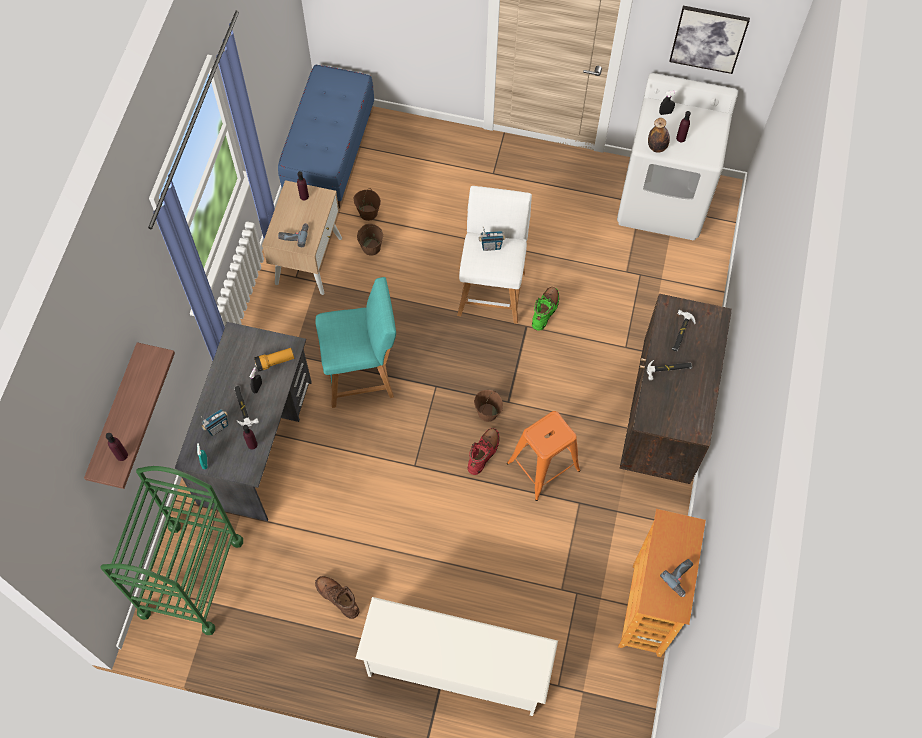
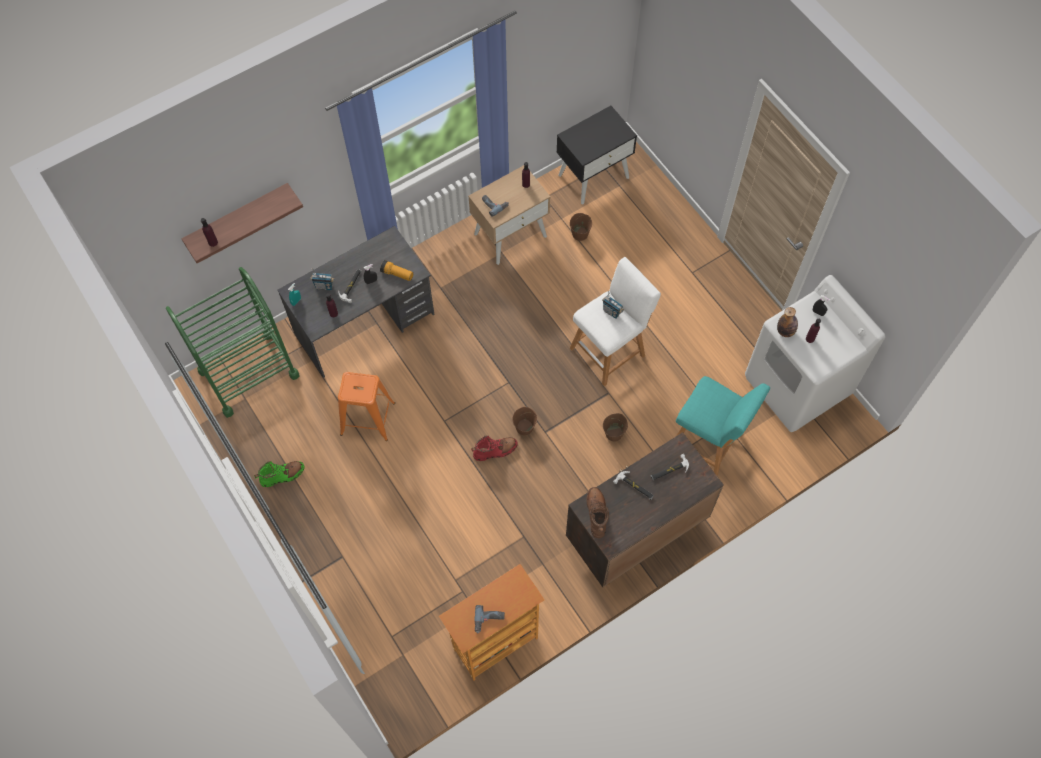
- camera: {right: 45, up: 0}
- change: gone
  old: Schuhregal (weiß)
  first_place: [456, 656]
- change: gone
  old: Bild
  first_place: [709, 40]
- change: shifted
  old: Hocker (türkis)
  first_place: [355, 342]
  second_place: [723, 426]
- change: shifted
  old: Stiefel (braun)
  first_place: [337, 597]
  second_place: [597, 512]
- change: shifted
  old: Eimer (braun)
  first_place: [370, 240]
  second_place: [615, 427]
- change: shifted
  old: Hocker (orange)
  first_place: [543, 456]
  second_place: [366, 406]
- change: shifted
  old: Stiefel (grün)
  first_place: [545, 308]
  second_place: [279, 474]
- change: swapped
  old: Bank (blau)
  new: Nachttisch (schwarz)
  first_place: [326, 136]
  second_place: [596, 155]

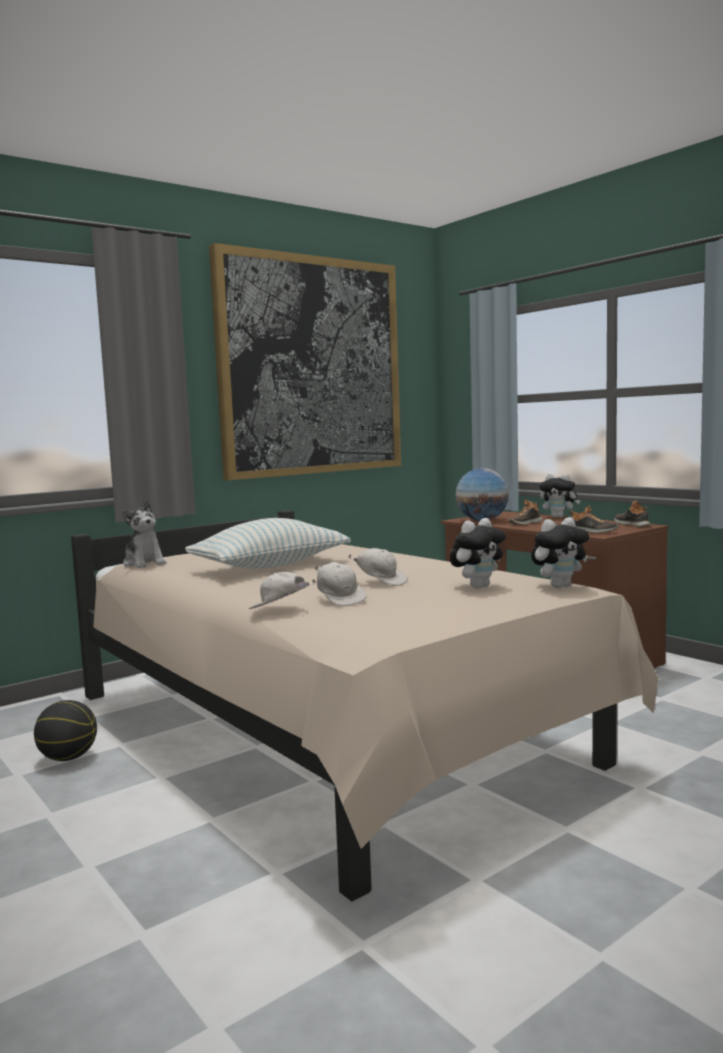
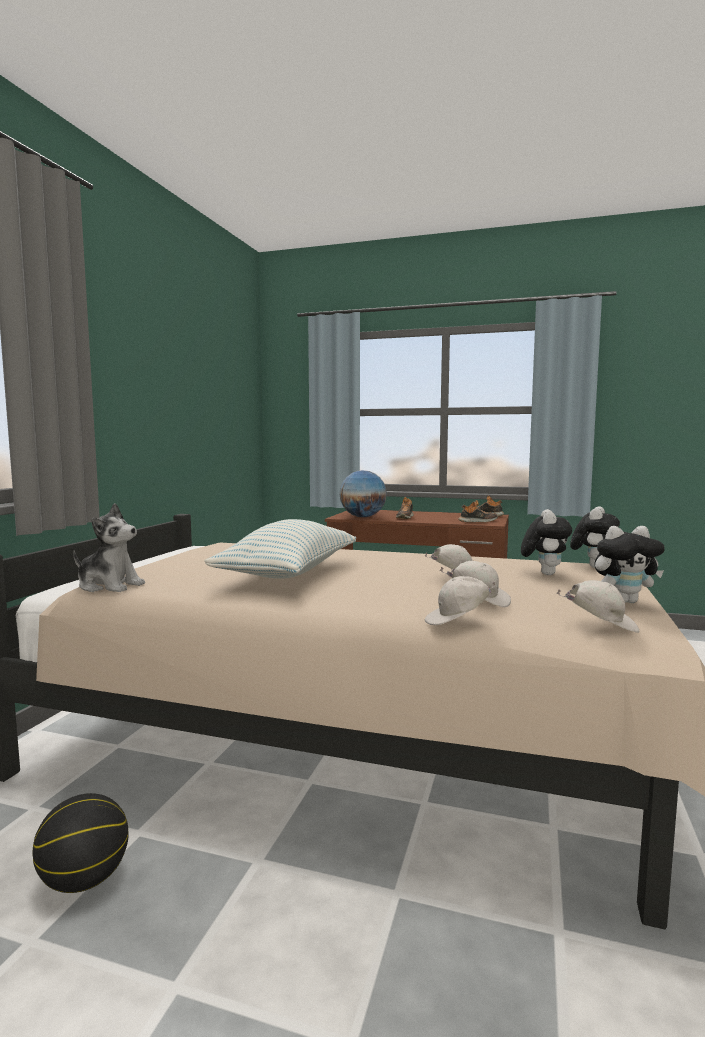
- camera: {right: -35, up: 0}
- change: gone
  old: Bild
  first_place: [305, 361]
- change: new
  new: Kappe (weiß)
  second_place: [598, 606]
- change: shifted
  old: Plüschtier
  first_place: [559, 496]
  second_place: [629, 564]

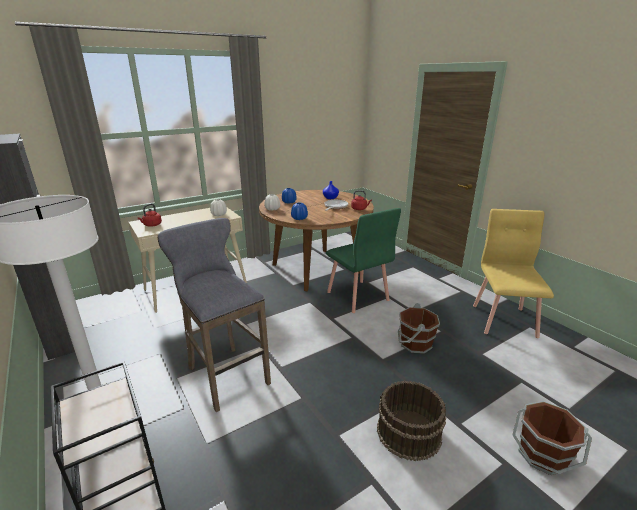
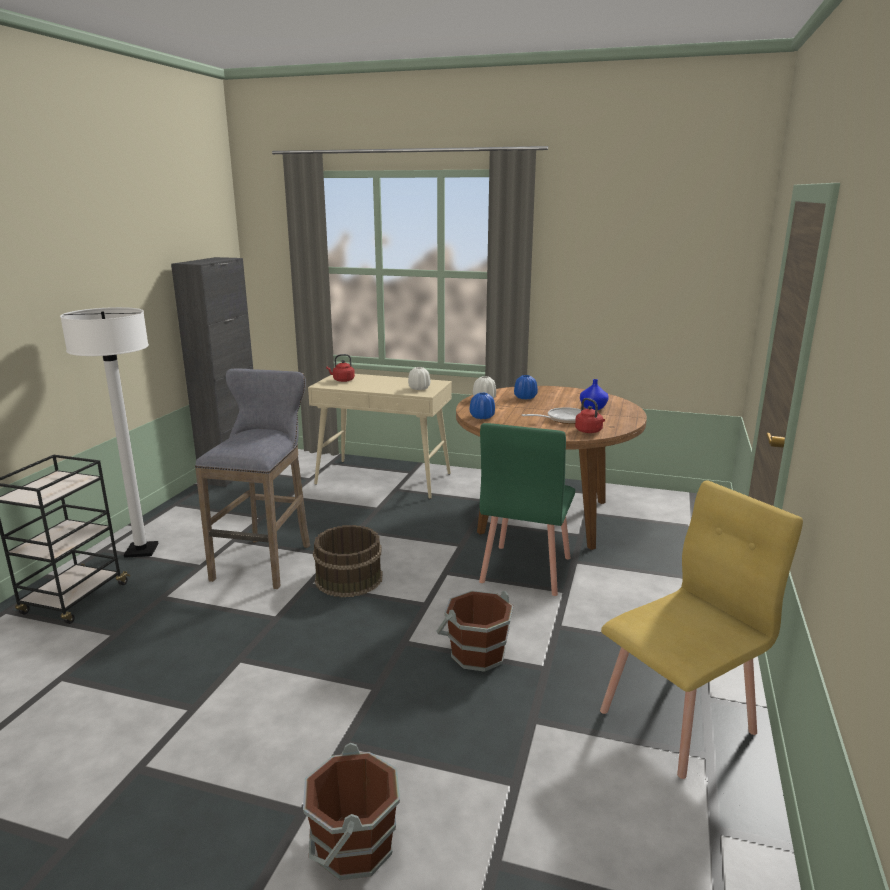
- camera: {right: 50, up: -5}
- change: shifted
  old: Eimer (braun)
  first_place: [411, 421]
  second_place: [347, 561]

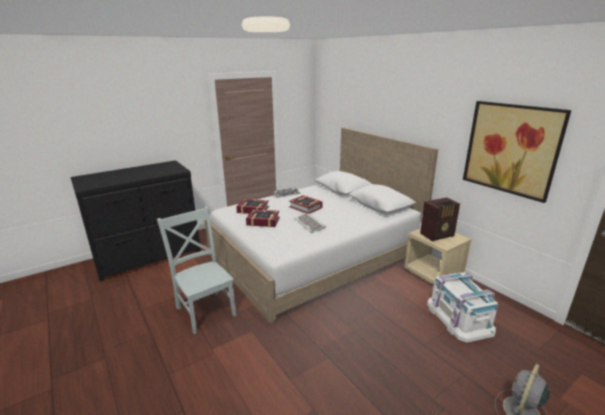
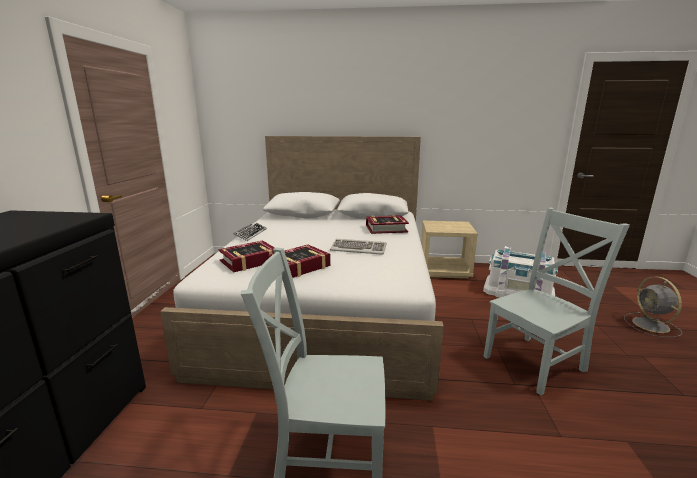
- camera: {right: -50, up: -5}
- change: gone
  old: Radio
  first_place: [440, 219]
- change: gone
  old: Bild
  first_place: [517, 152]
- change: new
  new: Stuhl (grau)
  second_place: [556, 301]
- change: shifted
  old: Buch
  first_place: [306, 204]
  second_place: [387, 224]

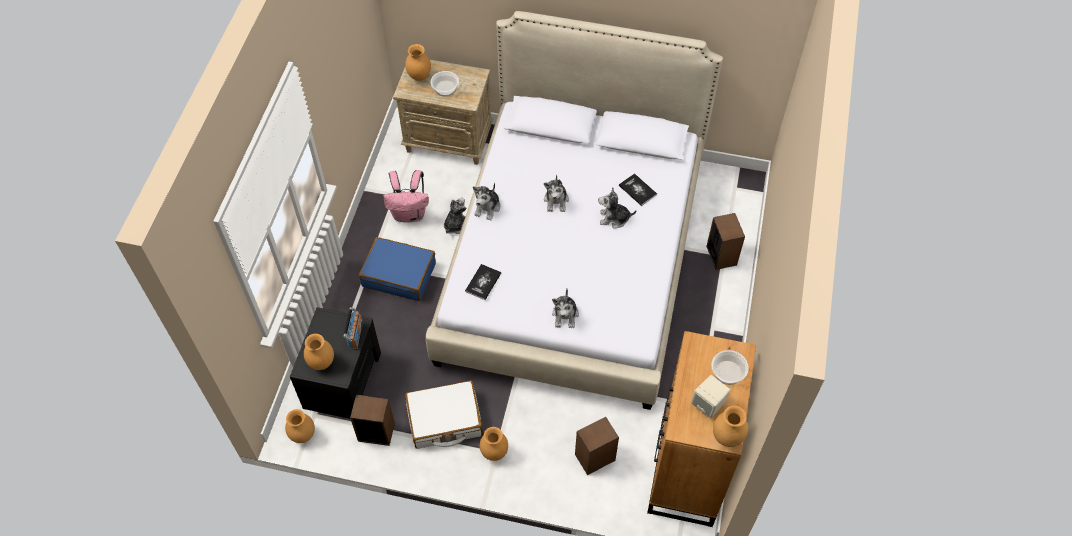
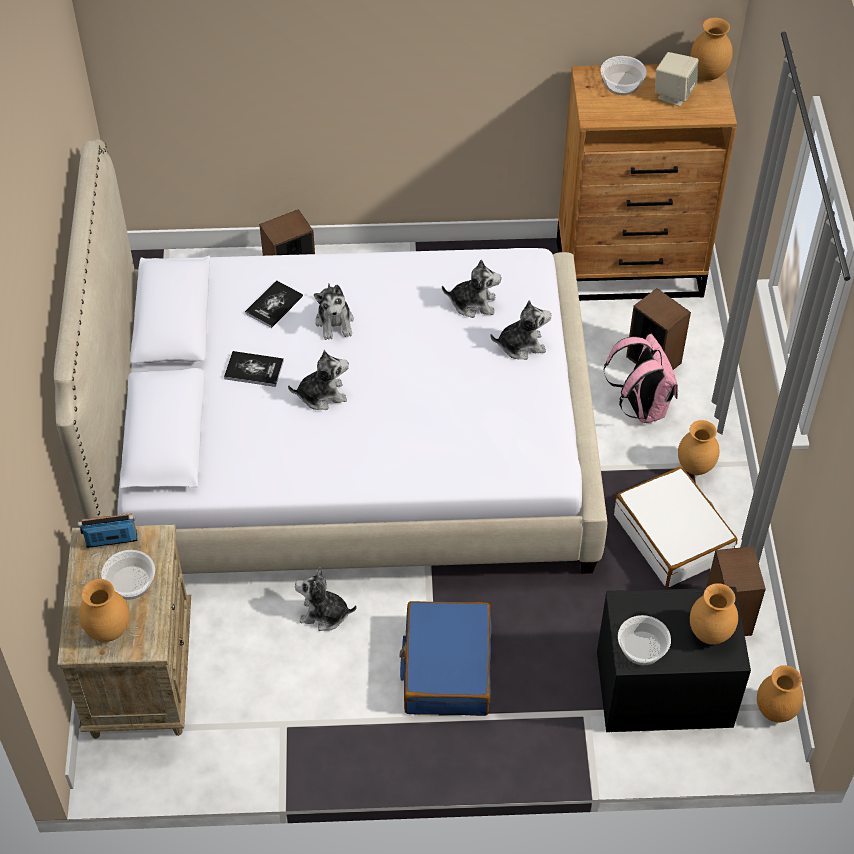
- camera: {right: -105, up: -5}
- change: new
  new: Schüssel
  second_place: [644, 640]
- change: shifted
  old: Radio
  first_place: [353, 328]
  second_place: [107, 530]
- change: shifted
  old: Rucksack (rosa)
  first_place: [406, 196]
  second_place: [641, 378]
- change: shifted
  old: Buch
  first_place: [483, 282]
  second_place: [254, 369]
- change: shifted
  old: Plüschtier
  first_place: [487, 202]
  second_place: [471, 289]

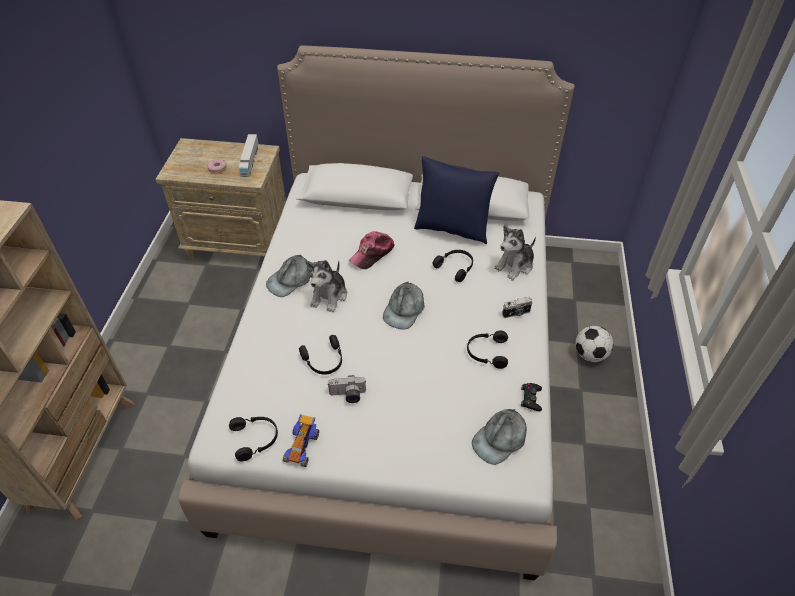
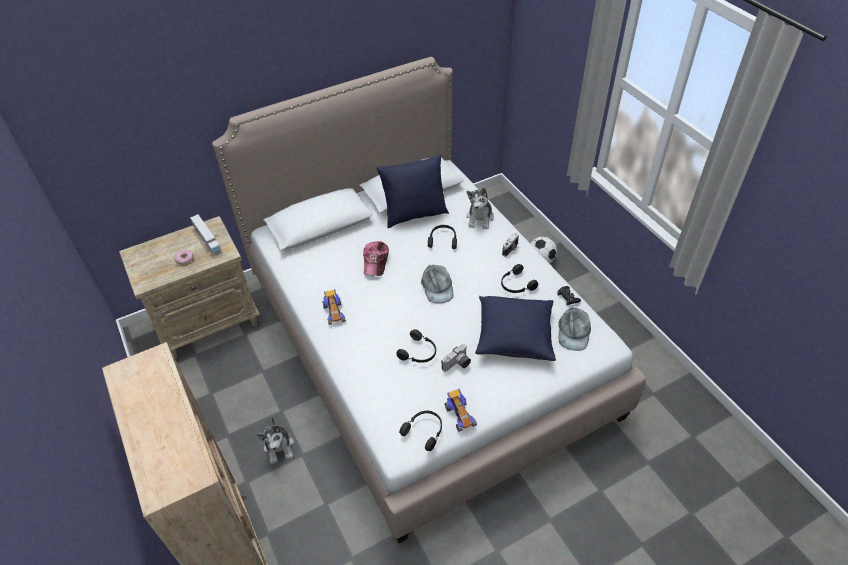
- camera: {right: -35, up: 0}
- change: new
  new: Kissen (blau)
  second_place: [515, 328]
- change: shifted
  old: Plüschtier
  first_place: [326, 286]
  second_place: [275, 440]
- change: swapped
  old: Kappe (grau)
  new: Spielzeugauto
  first_place: [288, 276]
  second_place: [334, 307]

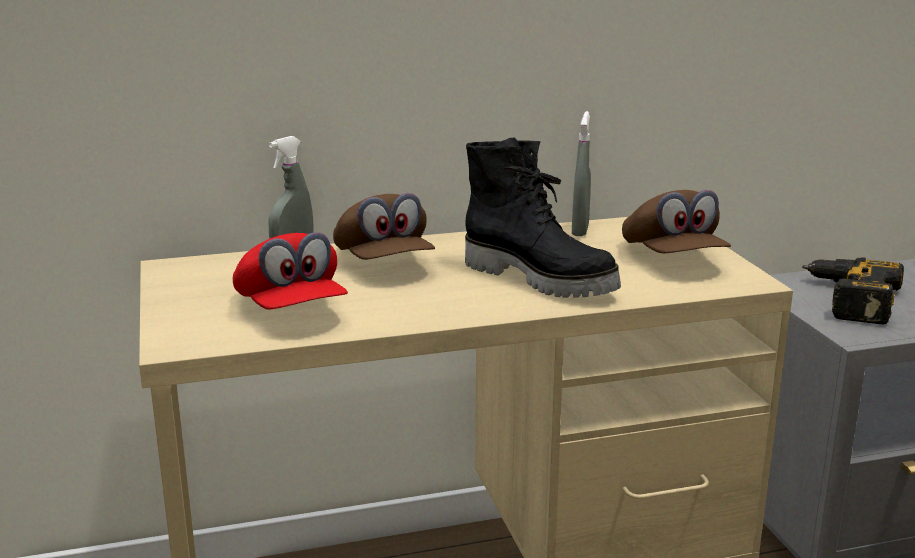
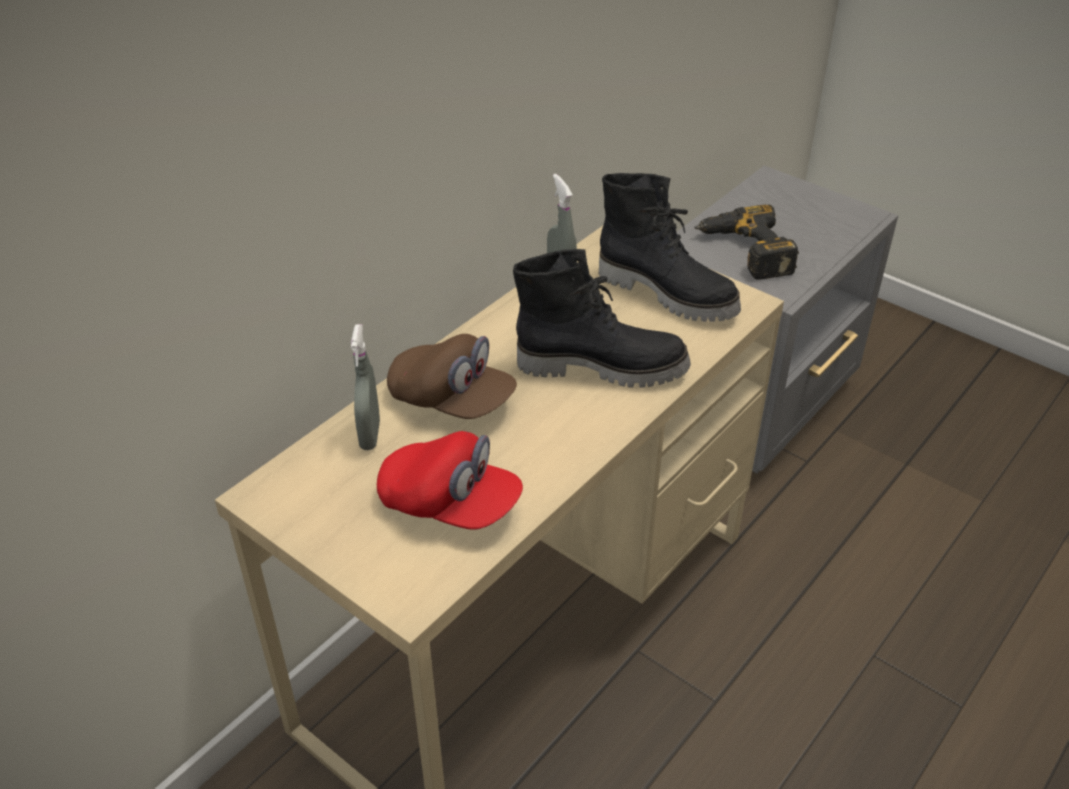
- camera: {right: -35, up: 20}
- change: swapped
  old: Kappe (braun)
  new: Stiefel (schwarz)
  first_place: [676, 221]
  second_place: [670, 247]

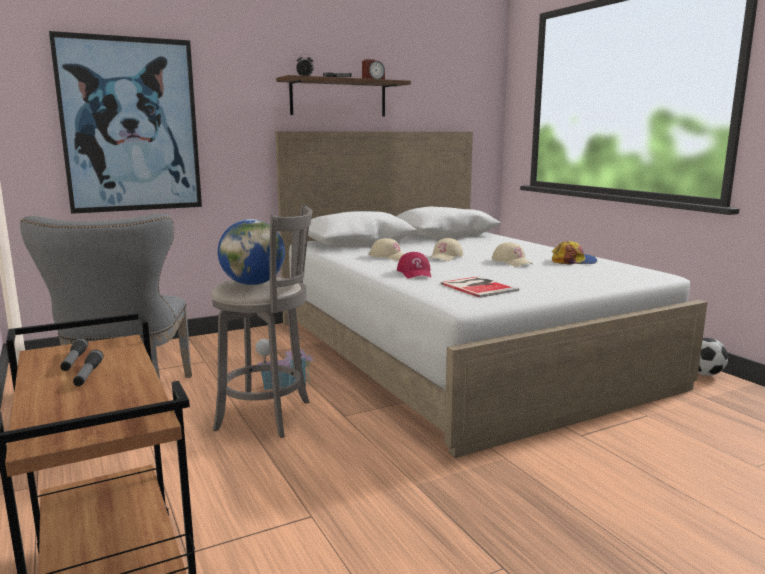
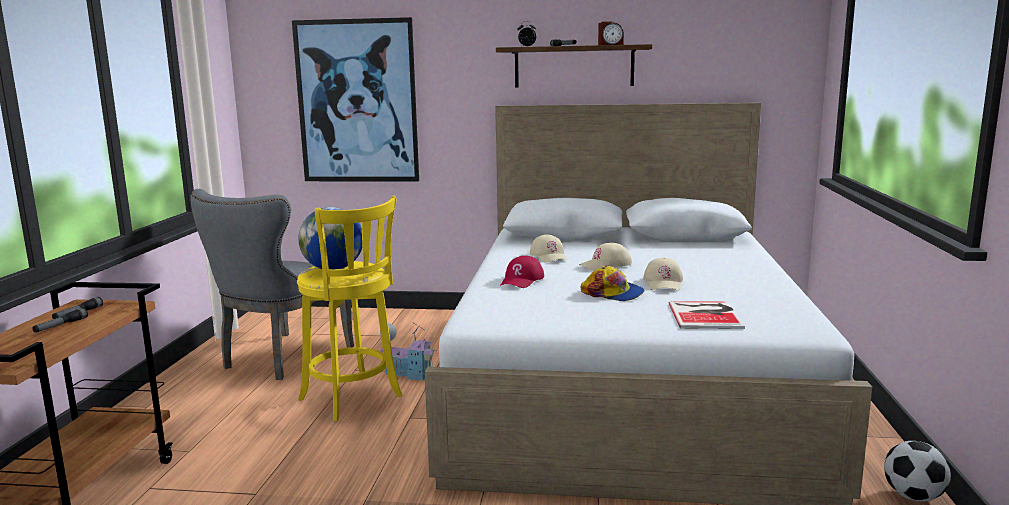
- camera: {right: 35, up: 0}
- change: shifted
  old: Buch
  first_place: [479, 287]
  second_place: [706, 315]
- change: shifted
  old: Kappe
  first_place: [574, 253]
  second_place: [612, 283]
- change: repainted
  old: Hocker (grau)
  new: Hocker (gelb)
  first_place: [261, 321]
  second_place: [349, 309]

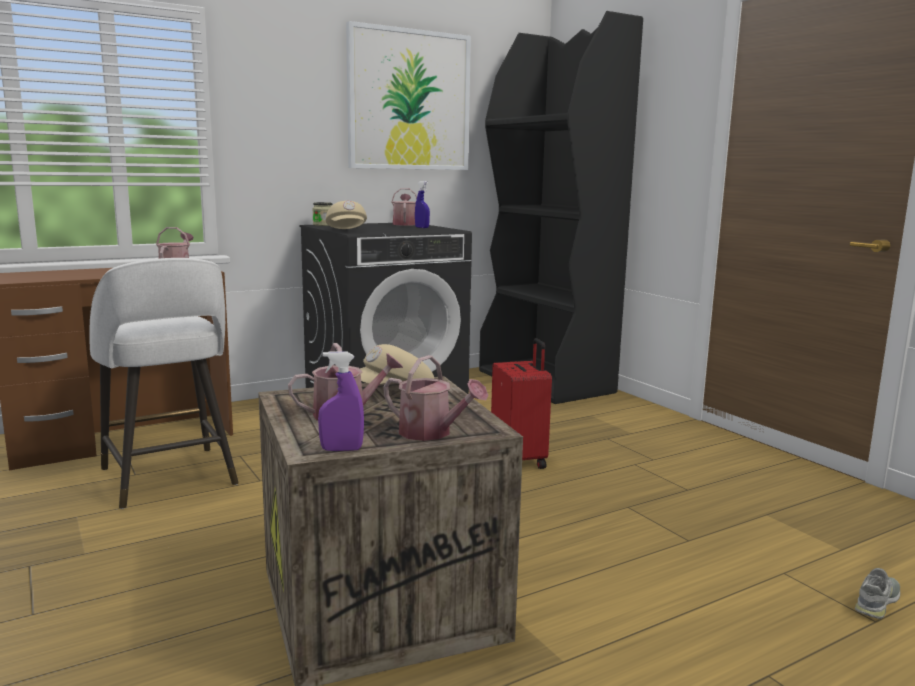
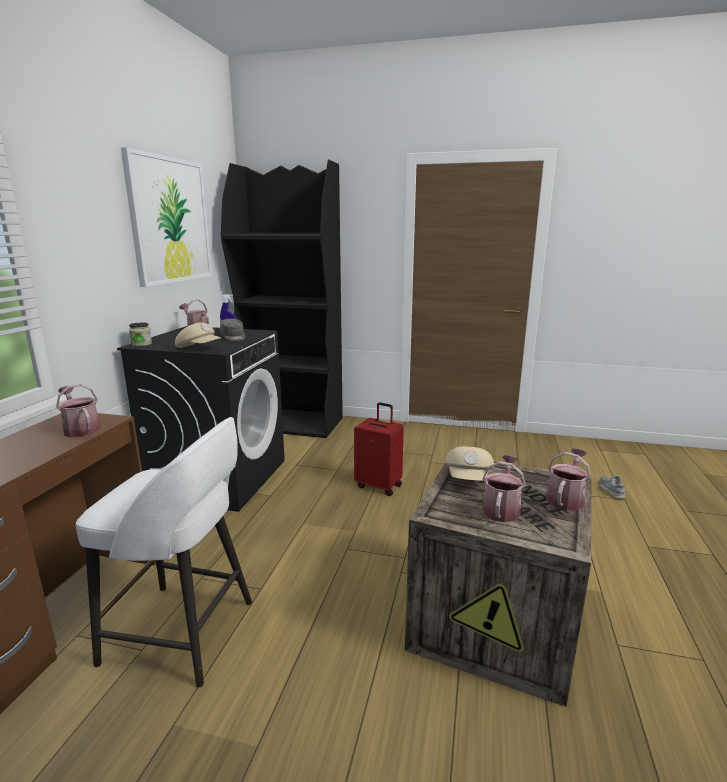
- camera: {right: -45, up: 5}
- change: gone
  old: Sprühflasche (lila)
  first_place: [341, 401]
- change: new
  new: Kappe (grau)
  second_place: [232, 330]
- change: rotated
  old: Gießkanne
  first_place: [435, 398]
  second_place: [568, 479]
  degrees: -45

